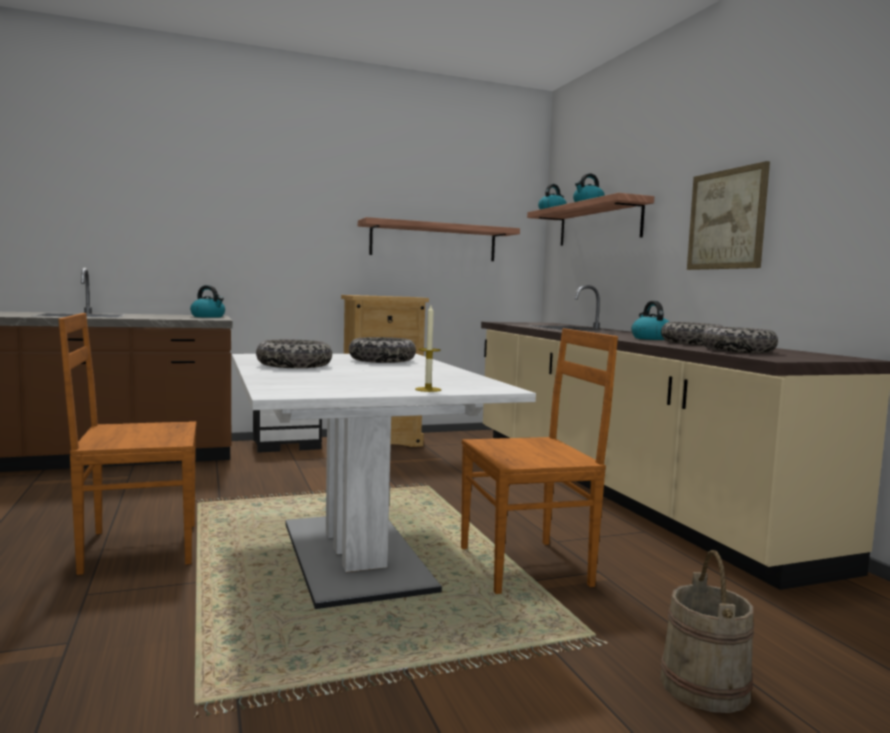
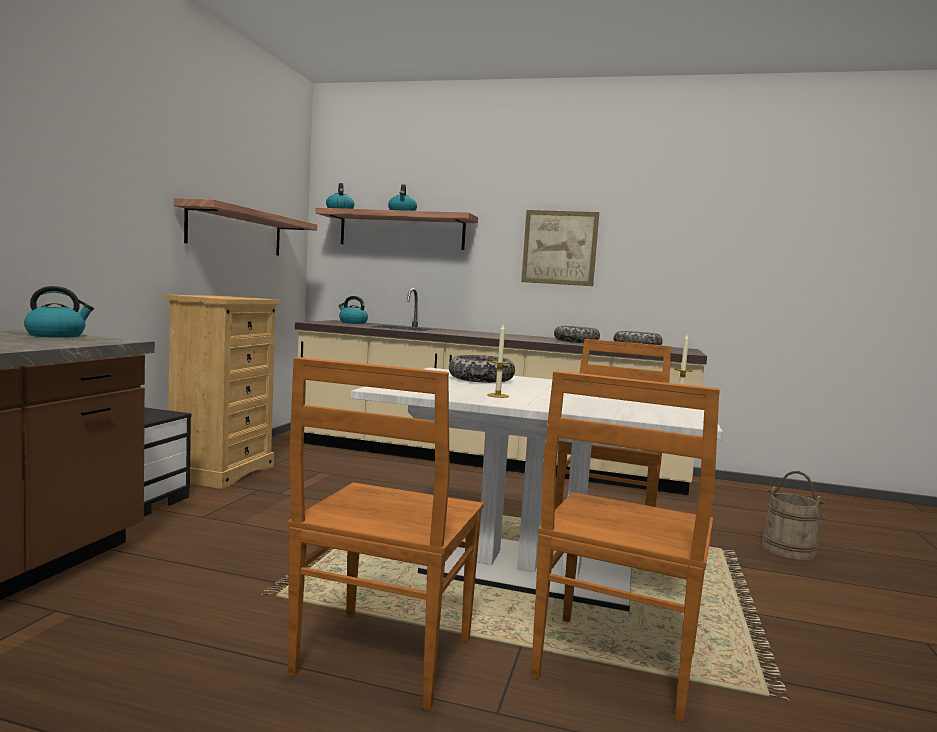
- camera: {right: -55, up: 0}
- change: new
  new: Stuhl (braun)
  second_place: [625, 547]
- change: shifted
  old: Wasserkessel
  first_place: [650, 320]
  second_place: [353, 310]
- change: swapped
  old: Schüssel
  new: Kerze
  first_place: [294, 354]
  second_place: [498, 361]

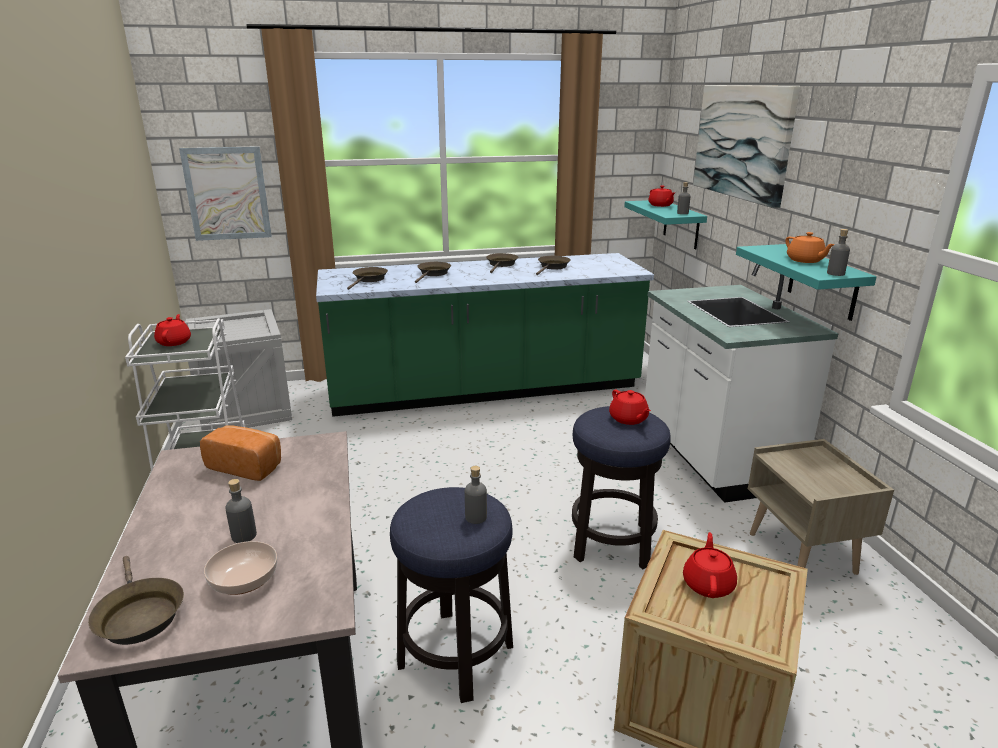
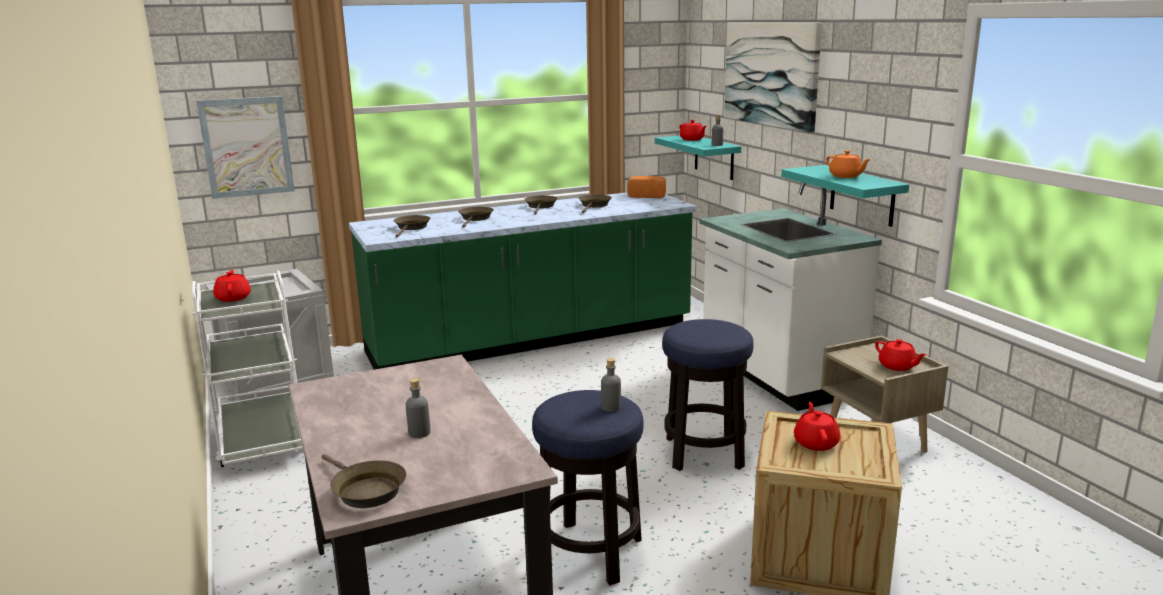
- camera: {right: -10, up: -5}
- change: gone
  old: Schüssel
  first_place: [240, 568]
- change: gone
  old: Flasche (grau)
  first_place: [838, 252]
- change: shifted
  old: Brot
  first_place: [240, 453]
  second_place: [646, 187]
- change: shifted
  old: Teekanne (rot)
  first_place: [630, 407]
  second_place: [900, 355]

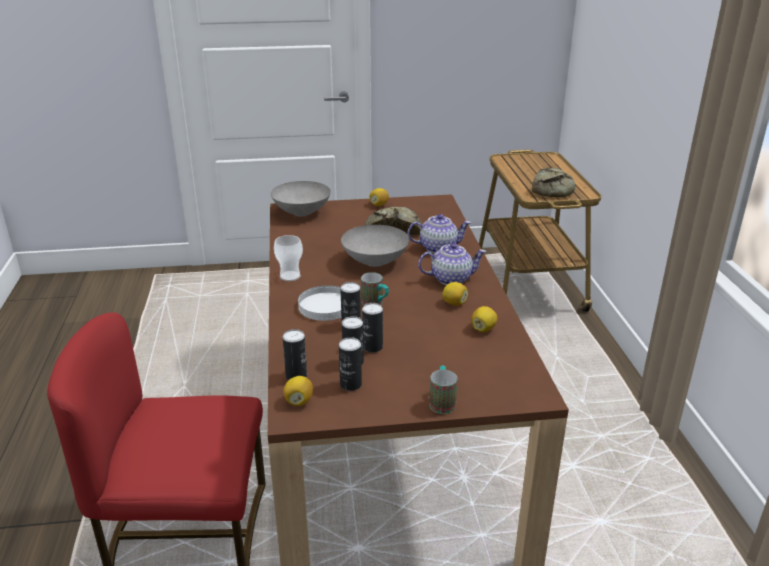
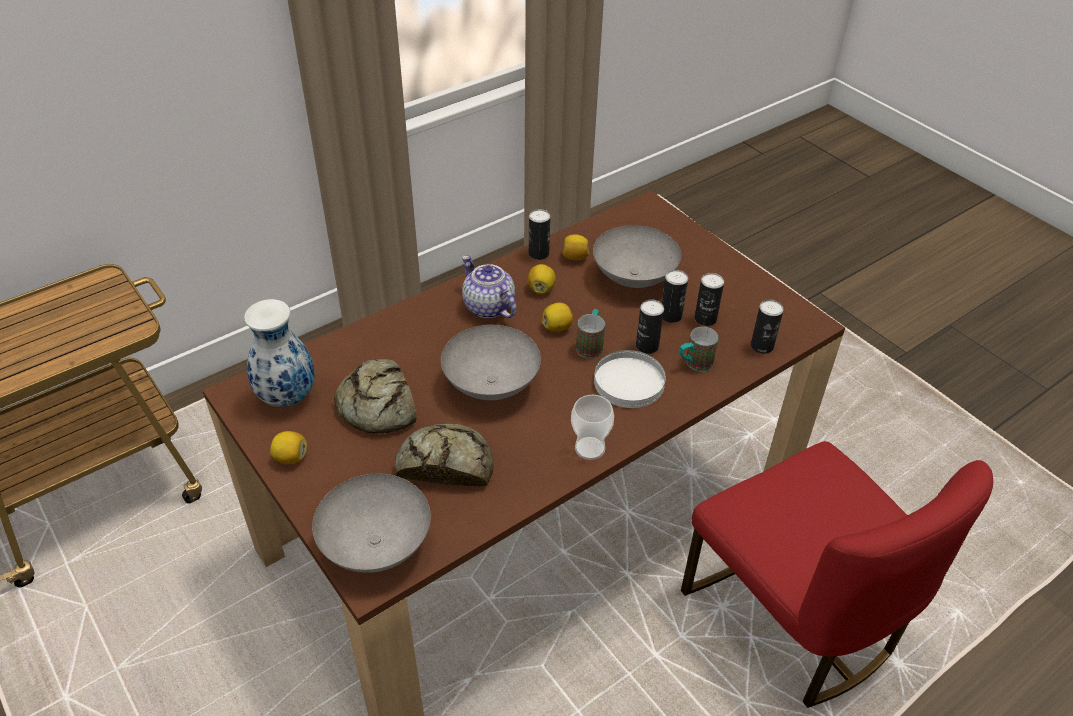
- camera: {right: -120, up: 15}
- change: gone
  old: Teekanne
  first_place: [439, 233]
- change: new
  new: Vase
  second_place: [279, 353]
- change: new
  new: Schüssel (grau)
  second_place: [637, 256]
- change: shifted
  old: Zitrone
  first_place: [298, 391]
  second_place: [557, 317]
- change: shifted
  old: Dose
  first_place: [350, 364]
  second_place: [539, 234]
- change: shifted
  old: Henkelbecher
  first_place: [443, 389]
  second_place: [699, 348]
- change: shifted
  old: Brot
  first_place: [553, 182]
  second_place: [444, 455]

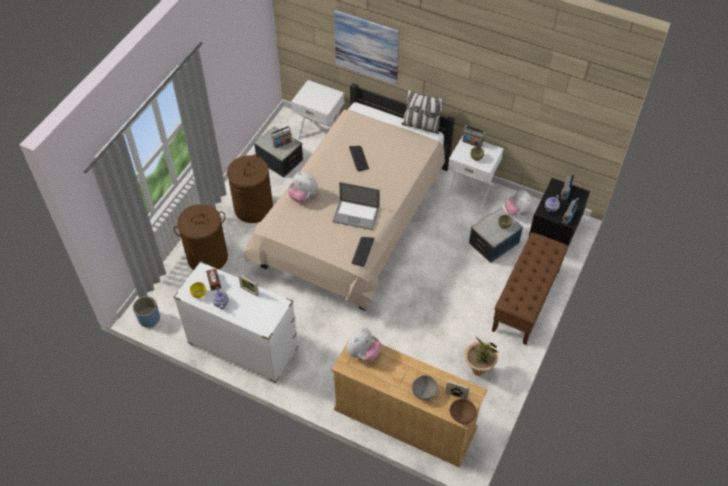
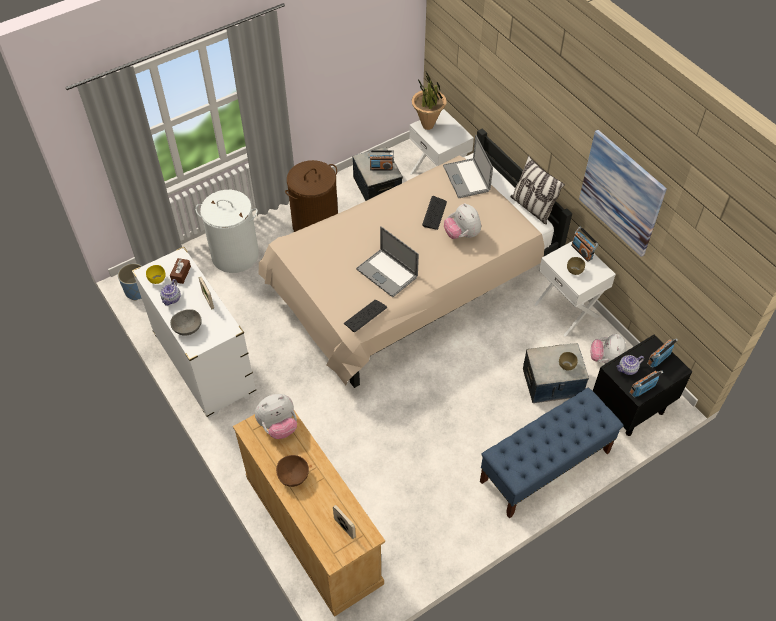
- camera: {right: 30, up: 0}
- change: new
  new: Laptop
  second_place: [468, 166]
- change: shifted
  old: Plüschtier
  first_place: [303, 187]
  second_place: [462, 221]
- change: shifted
  old: Bild
  first_place: [366, 47]
  second_place: [623, 193]
- change: shifted
  old: Schüssel (grau)
  first_place: [425, 387]
  second_place: [186, 322]
- change: shifted
  old: Schüssel (braun)
  first_place: [463, 411]
  second_place: [292, 471]
- change: shifted
  old: Topfpflanze
  first_place: [481, 355]
  second_place: [429, 101]
- change: repainted
  old: Wäschekorb (braun)
  new: Wäschekorb (weiß)
  first_place: [200, 237]
  second_place: [227, 231]
- change: repainted
  old: Bank (braun)
  new: Bank (blau)
  first_place: [530, 288]
  second_place: [552, 453]

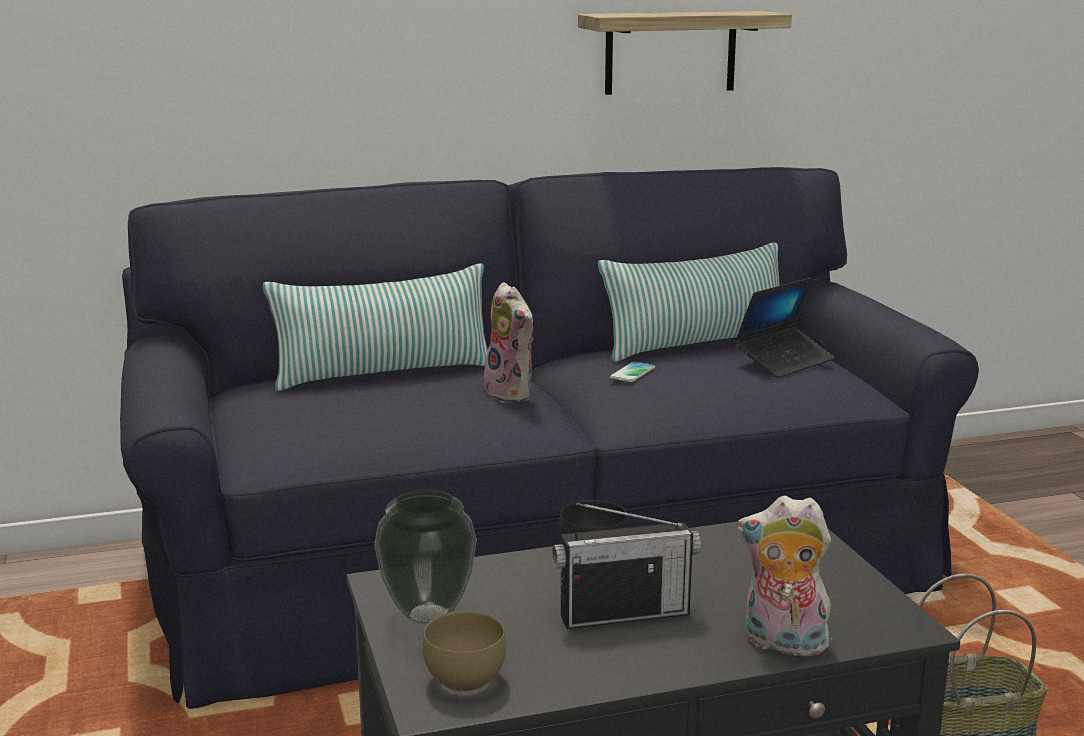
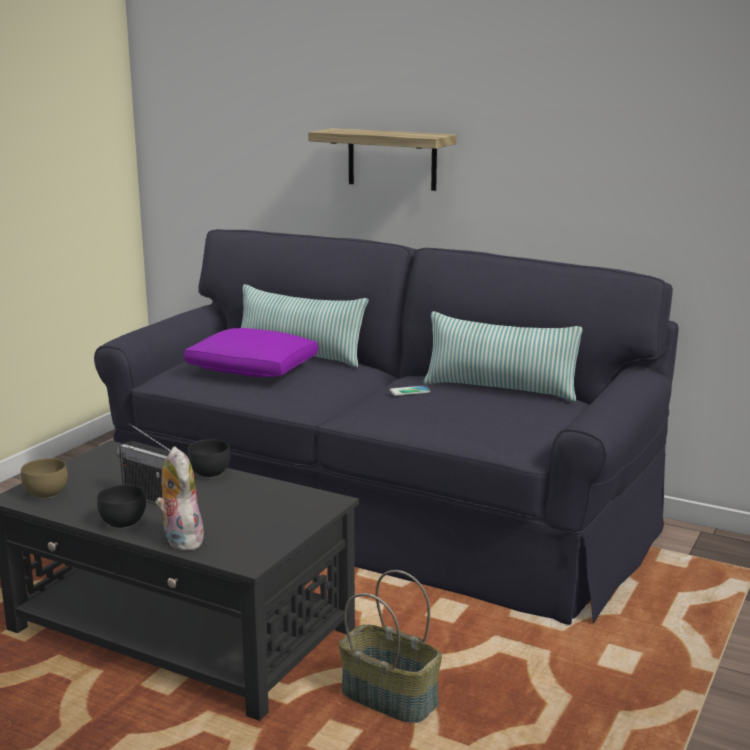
- camera: {right: 45, up: 0}
- change: gone
  old: Vase
  first_place: [425, 556]
- change: gone
  old: Plüschtier
  first_place: [507, 342]
- change: gone
  old: Laptop
  first_place: [784, 327]
- change: new
  new: Schüssel (schwarz)
  second_place: [121, 506]
- change: new
  new: Kissen (lila)
  second_place: [251, 352]
- change: shifted
  old: Wandregal
  first_place: [685, 53]
  second_place: [382, 159]

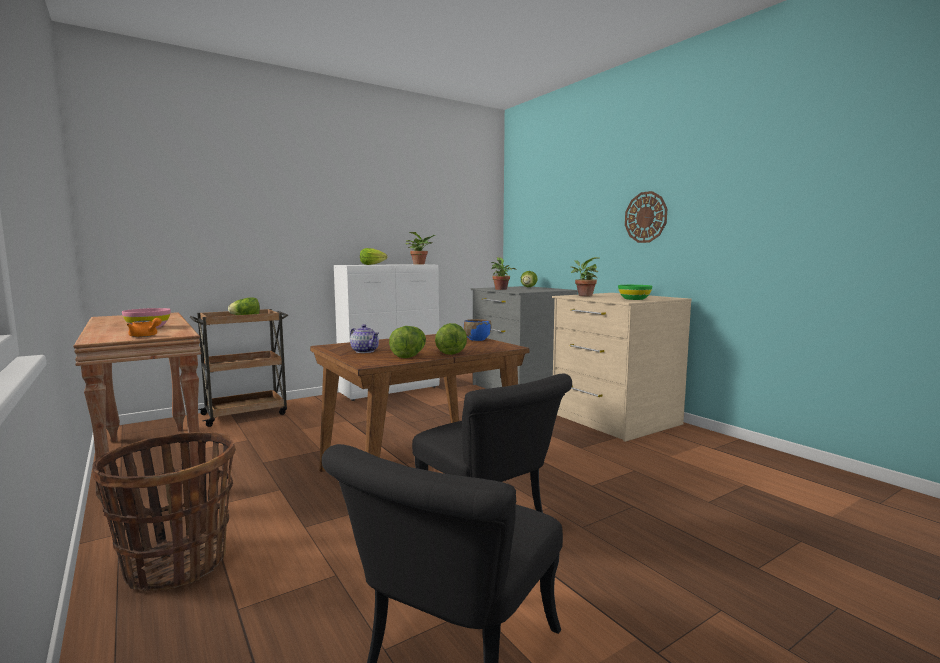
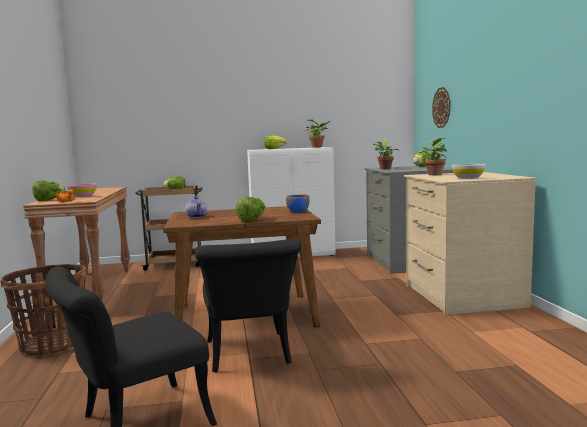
- camera: {right: 25, up: 0}
- change: shifted
  old: Salatkopf
  first_place: [407, 342]
  second_place: [49, 190]
- change: shifted
  old: Wanduhr
  first_place: [646, 217]
  second_place: [441, 107]
- change: repainted
  old: Schüssel (grün)
  new: Schüssel (weiß)
  first_place: [635, 292]
  second_place: [468, 171]

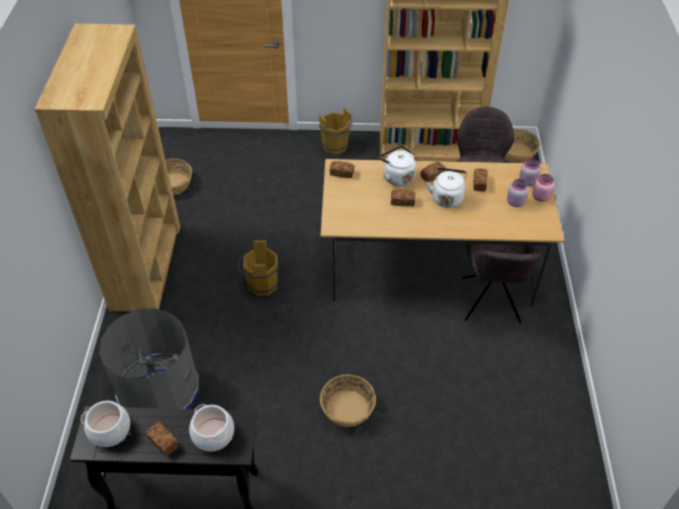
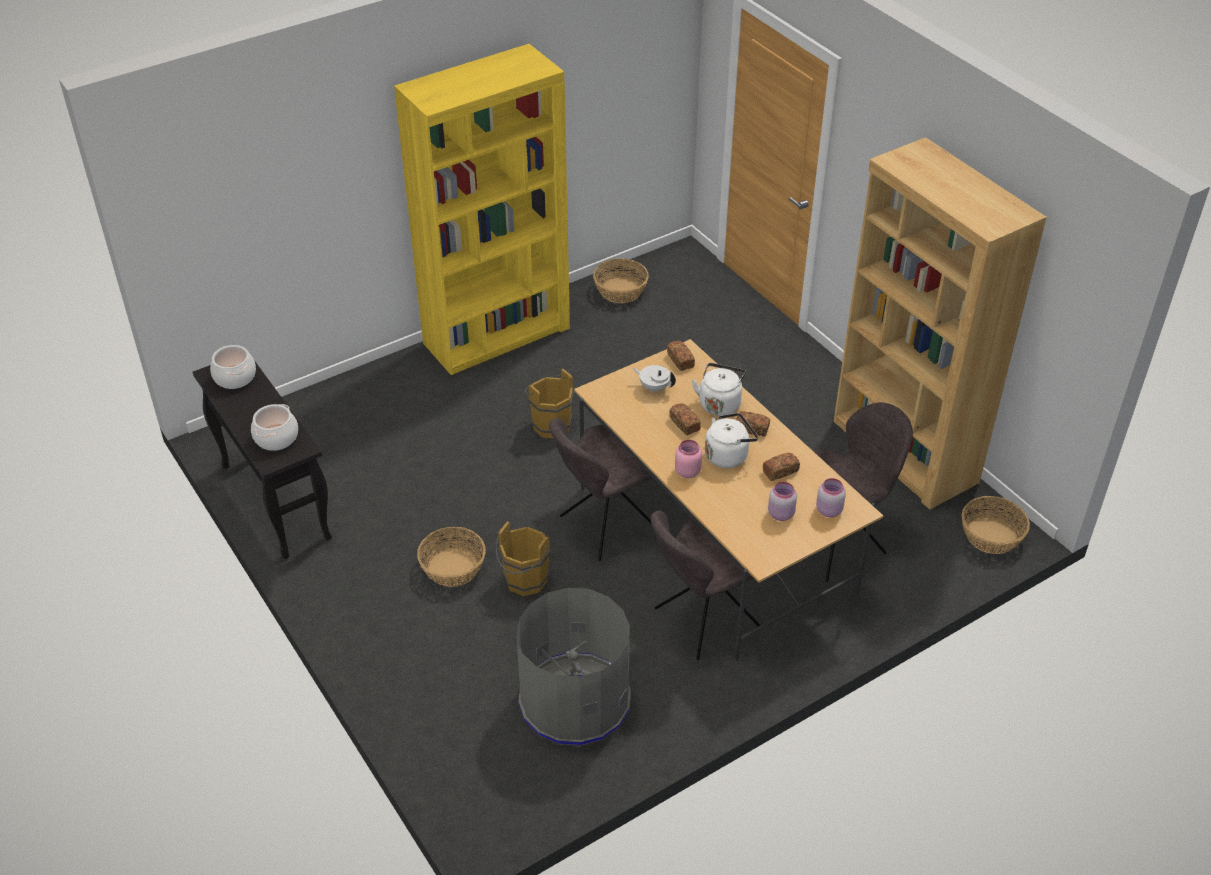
- camera: {right: 55, up: -5}
- change: gone
  old: Brot
  first_place: [162, 439]
- change: new
  new: Stuhl (grau)
  second_place: [601, 489]
- change: new
  new: Teekanne (weiß)
  second_place: [654, 378]
- change: shifted
  old: Mülleimer (grau)
  first_place: [149, 358]
  second_place: [573, 667]
- change: shifted
  old: Eimer (braun)
  first_place: [335, 131]
  second_place: [523, 558]
- change: shifted
  old: Vorratsglas (rosa)
  first_place: [543, 188]
  second_place: [688, 459]
- change: repainted
  old: Bücherregal (braun)
  new: Bücherregal (gelb)
  first_place: [107, 168]
  second_place: [482, 209]

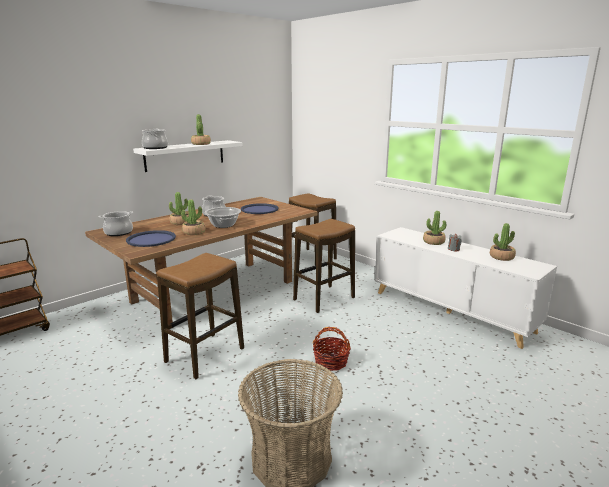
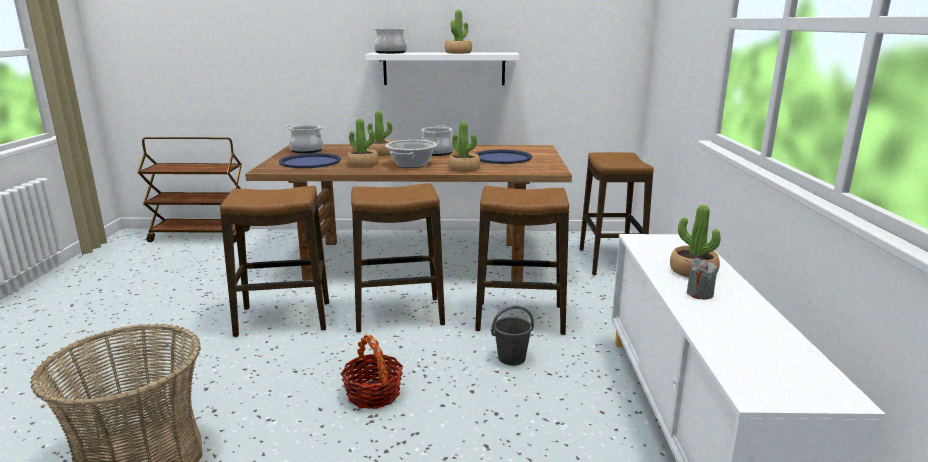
- camera: {right: 45, up: 0}
- change: new
  new: Hocker
  second_place: [398, 258]
- change: new
  new: Eimer (grau)
  second_place: [512, 336]
- change: shifted
  old: Topfpflanze
  first_place: [503, 242]
  second_place: [464, 146]

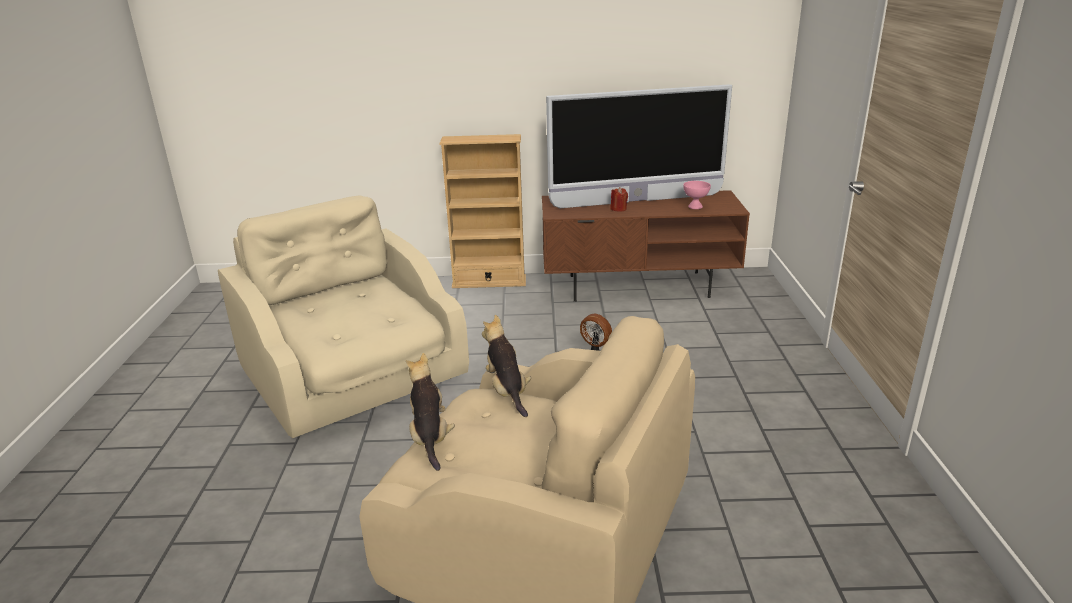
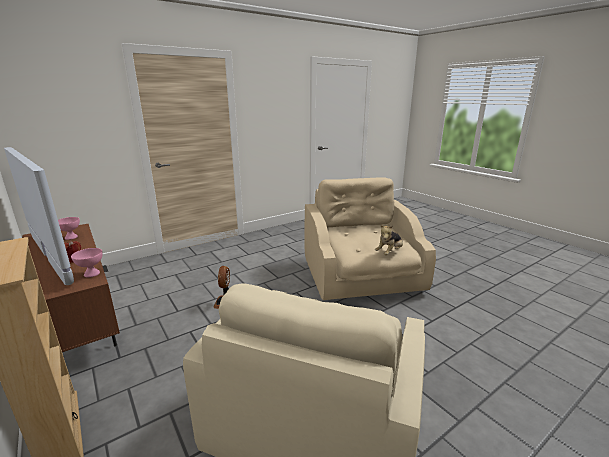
- camera: {right: -125, up: -5}
- change: gone
  old: Plüschtier
  first_place: [506, 366]
- change: new
  new: Schüssel (rosa)
  second_place: [87, 263]

